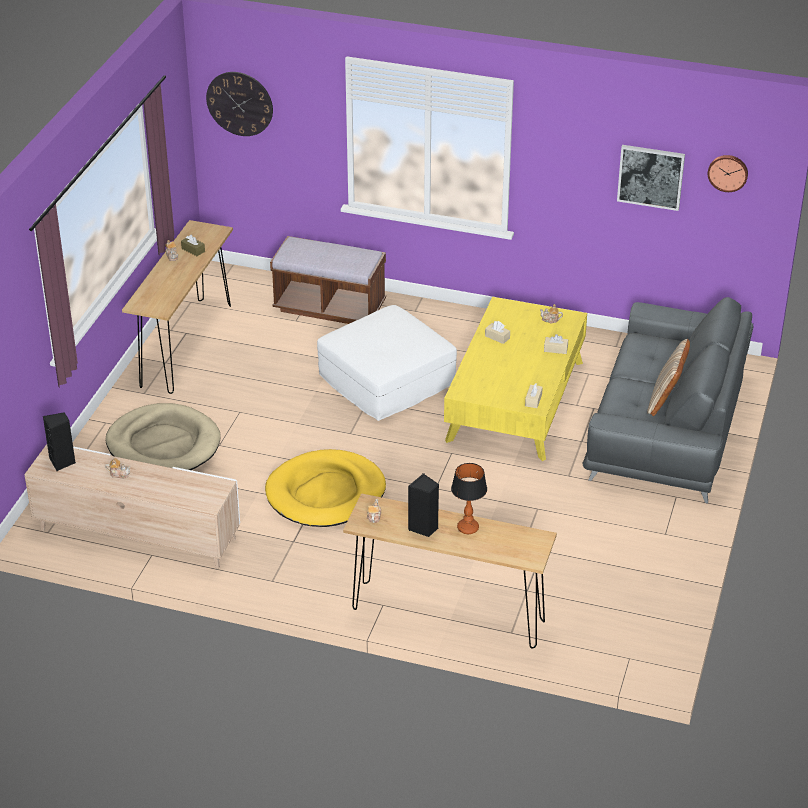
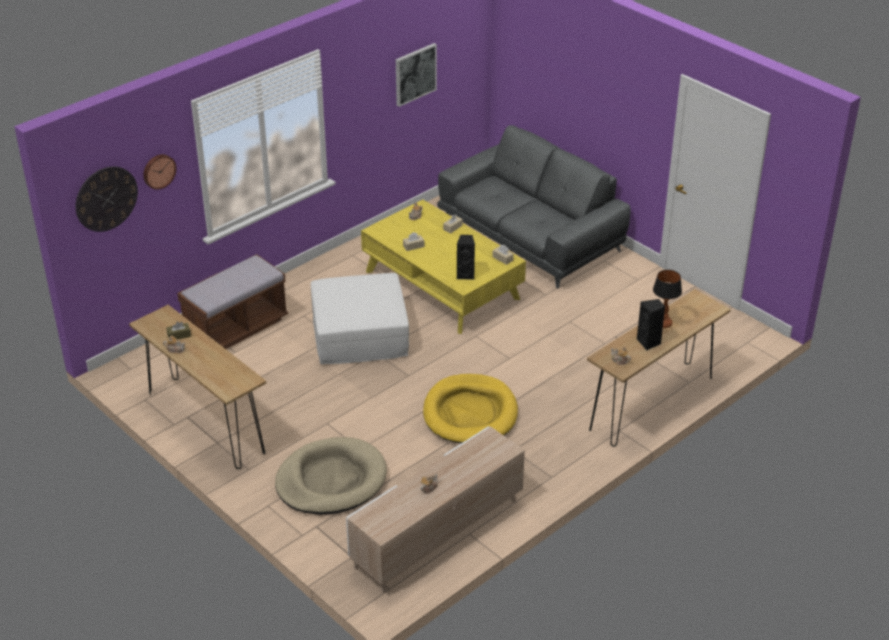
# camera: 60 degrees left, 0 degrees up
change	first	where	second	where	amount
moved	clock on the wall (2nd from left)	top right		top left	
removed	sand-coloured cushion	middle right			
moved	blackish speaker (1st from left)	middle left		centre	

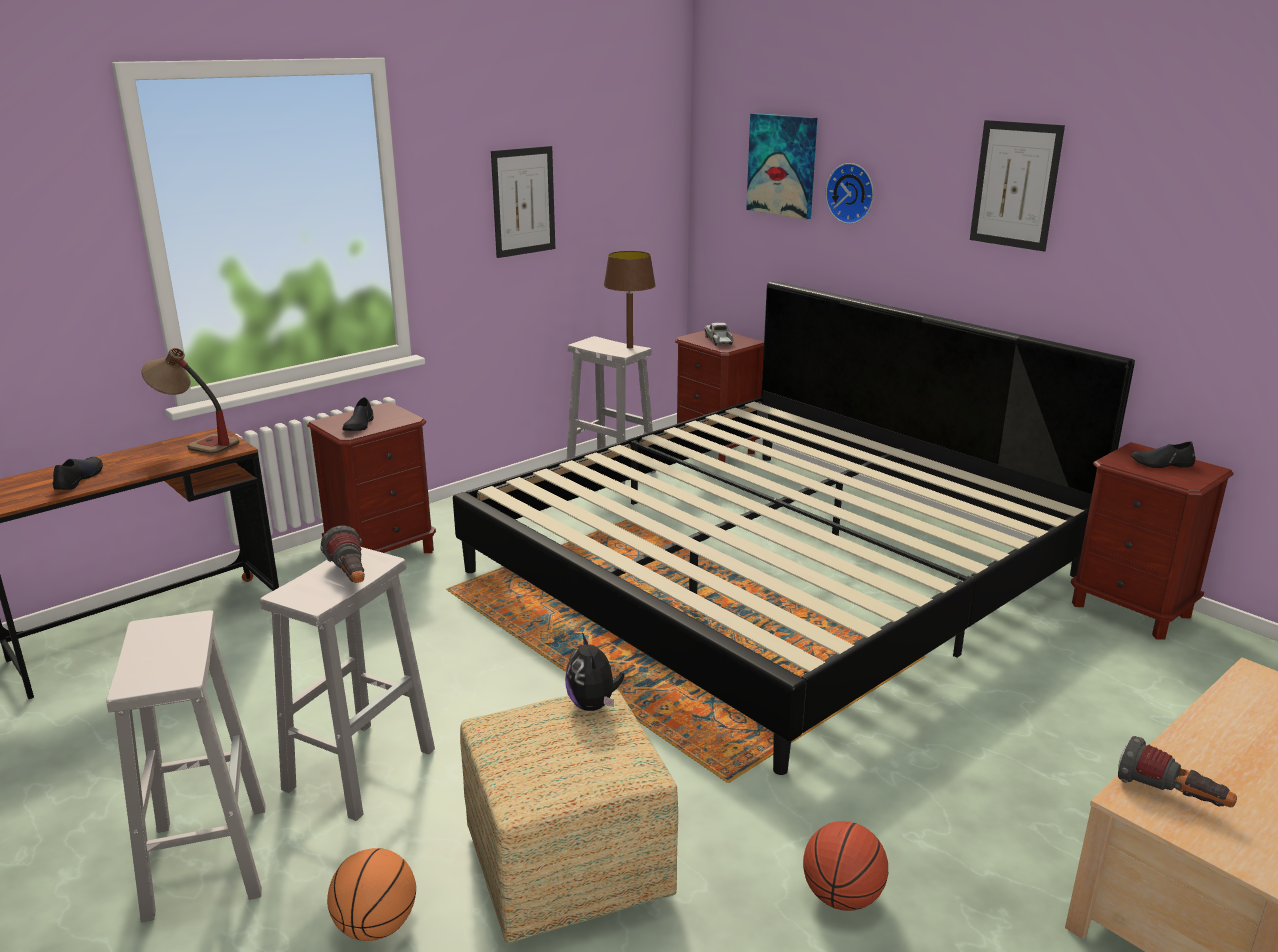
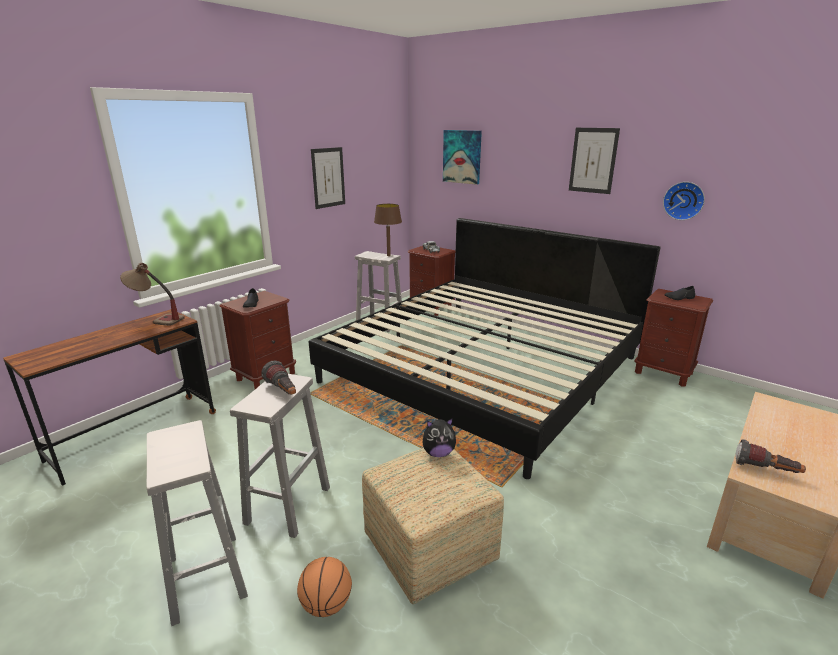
# camera: 10 degrees left, 0 degrees up
change	first	where	second	where	amount
moved	clock on the wall	top centre		top right	
removed	blackish shoe (1st from left)	middle left			
turned	soft toy	bottom centre		bottom centre	75 degrees counterclockwise
removed	basketball ball (2nd from left)	bottom centre			

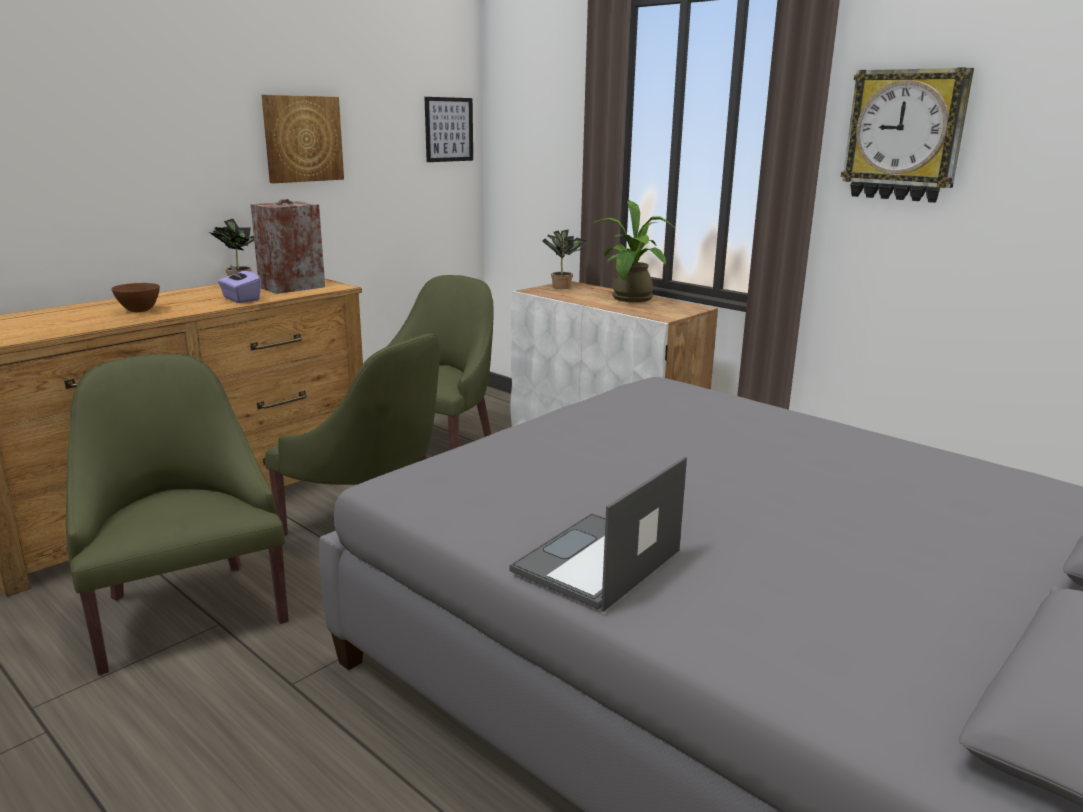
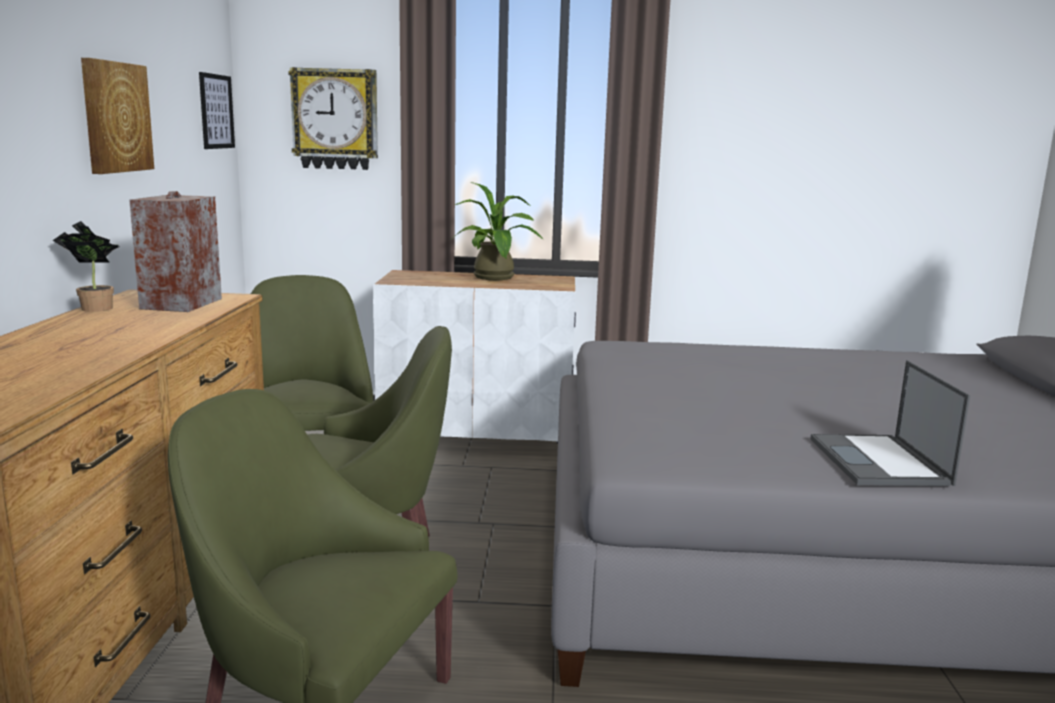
# camera: 40 degrees left, 5 degrees down
change	first	where	second	where	amount
moved	clock on the wall	top right		top left	
removed	plant in a pot (2nd from left)	top centre			
removed	purple tissue holder	middle left			
removed	brownish bowl	middle left			

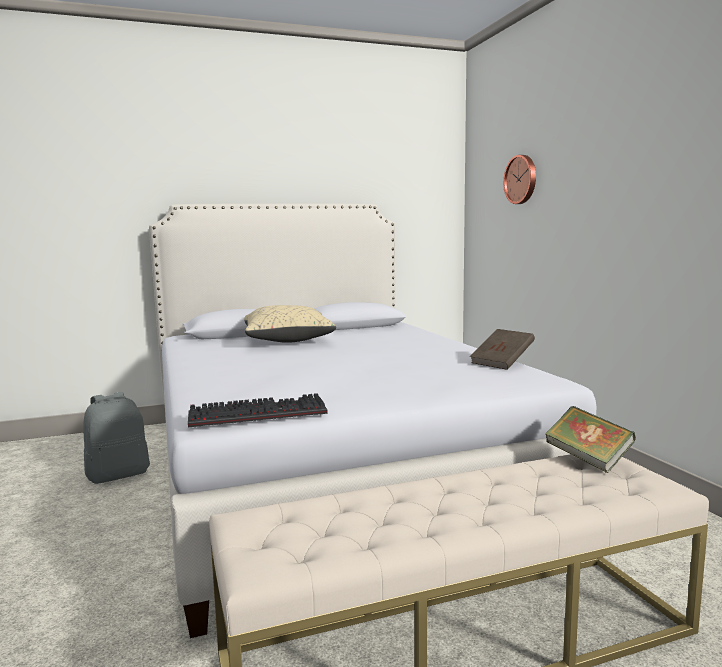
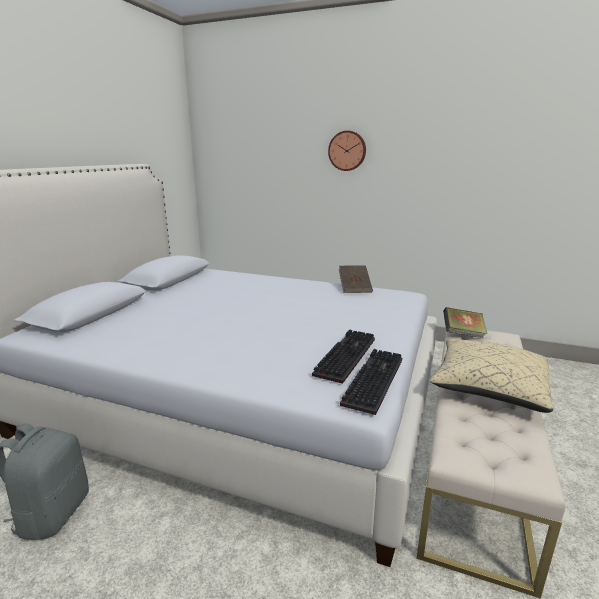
# camera: 50 degrees left, 10 degrees up
change	first	where	second	where	amount
moved	clock on the wall	top right		top centre	
moved	sand-coloured cushion	centre		middle right	
added			keyboard (1st from left)	centre	

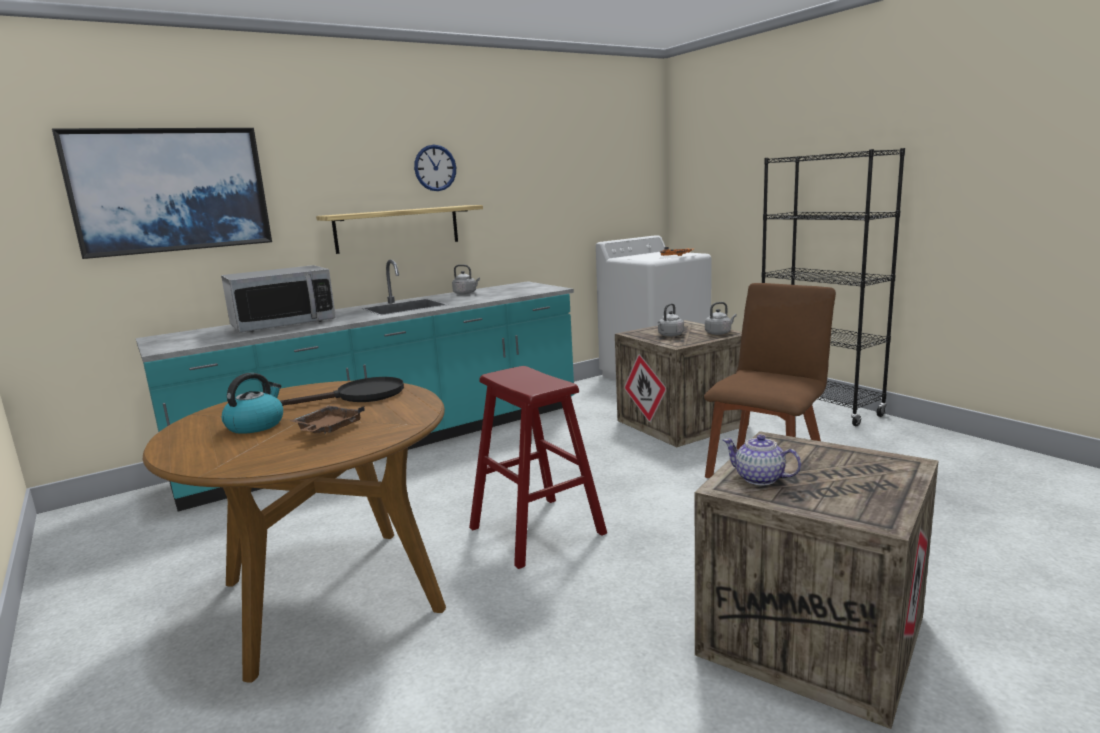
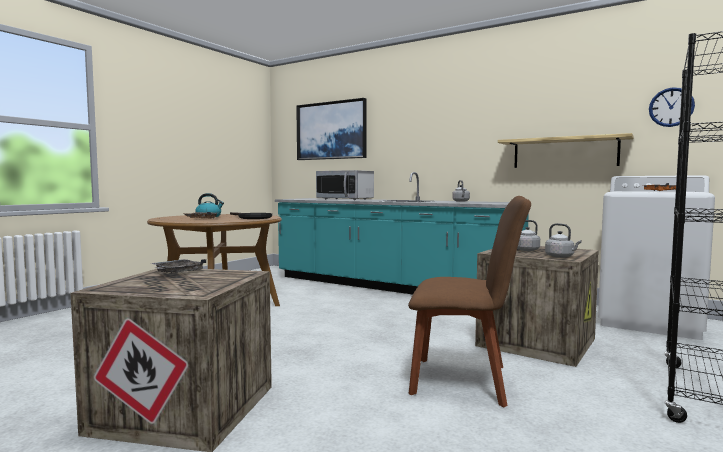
# camera: 65 degrees right, 10 degrees down
change	first	where	second	where	amount
moved	clock on the wall	top centre		top right	
moved	shelf	top centre		top right	
removed	red-coloured stool	centre			
replaced	pot for tea	middle right	greyish carrying tray	middle left	

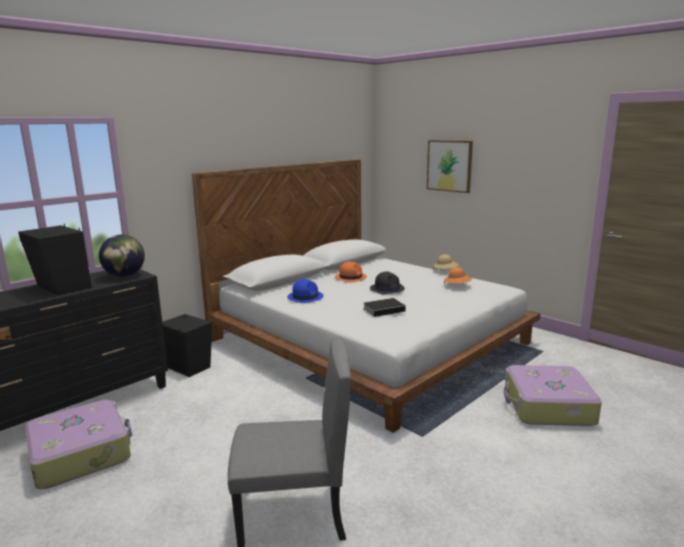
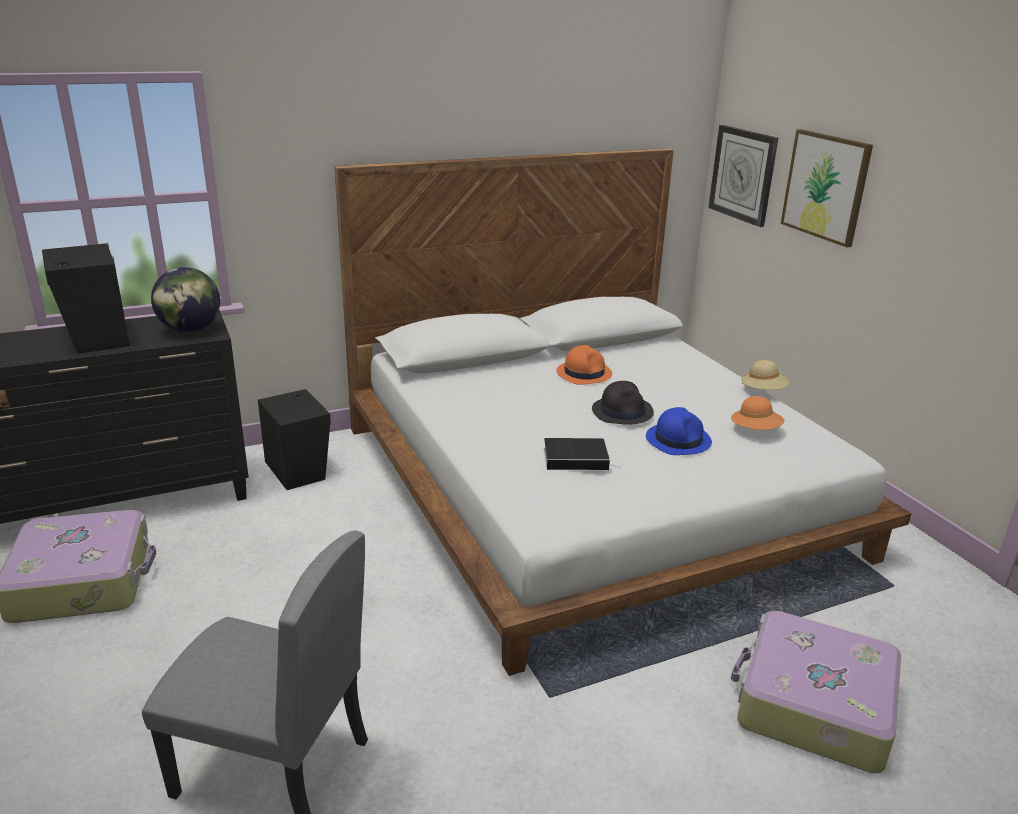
# camera: 20 degrees right, 10 degrees up
change	first	where	second	where	amount
moved	bluish wearable hat	centre		middle right	
added			clock on the wall	top right	

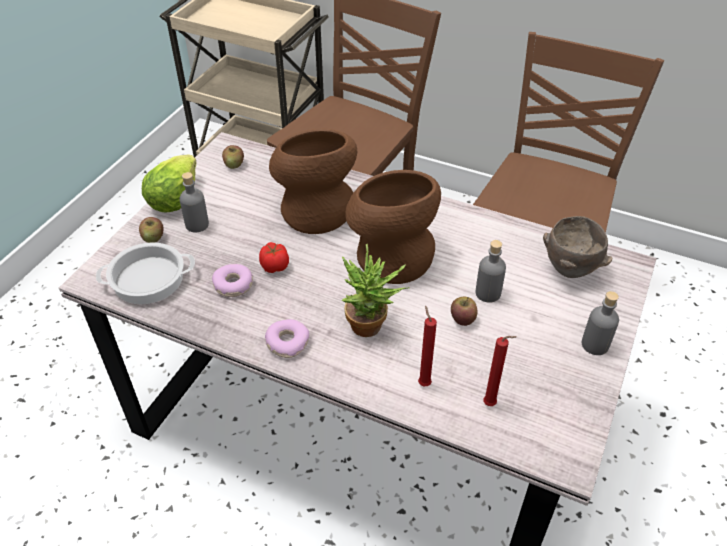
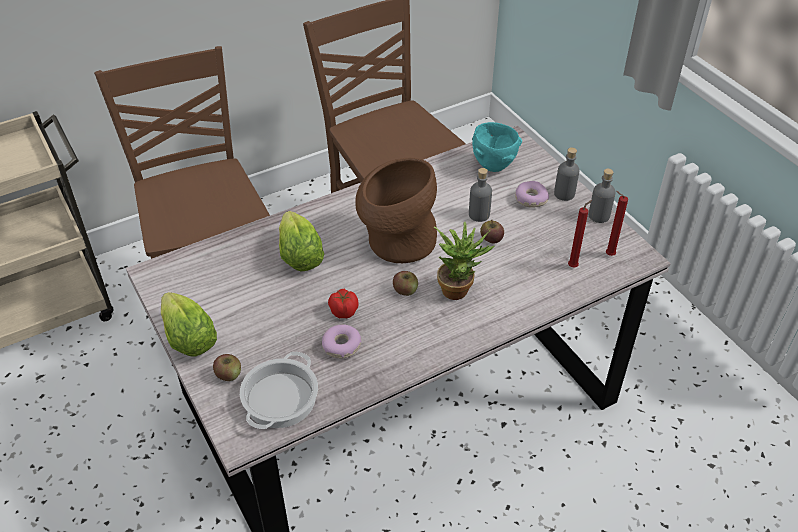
# camera: 55 degrees left, 0 degrees up
change	first	where	second	where	amount
replaced	brownish vase (1st from left)	top centre	lettuce (2nd from left)	centre	
moved	apple fruit (2nd from left)	top left		centre	
moved	greyish drink bottle (1st from left in the first image)	middle left	greyish drink bottle (3rd from left)	middle right	
recoloured	brownish bowl	middle right	turquoise bowl	top centre	
moved	red-coloured wax candle (1st from left in the first image)	centre	red-coloured wax candle (2nd from left)	middle right	
moved	donut (2nd from left)	centre		middle right	

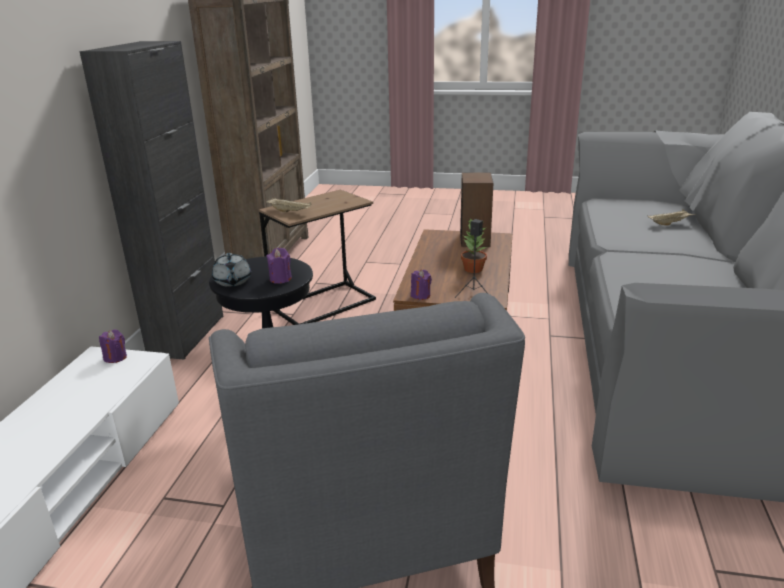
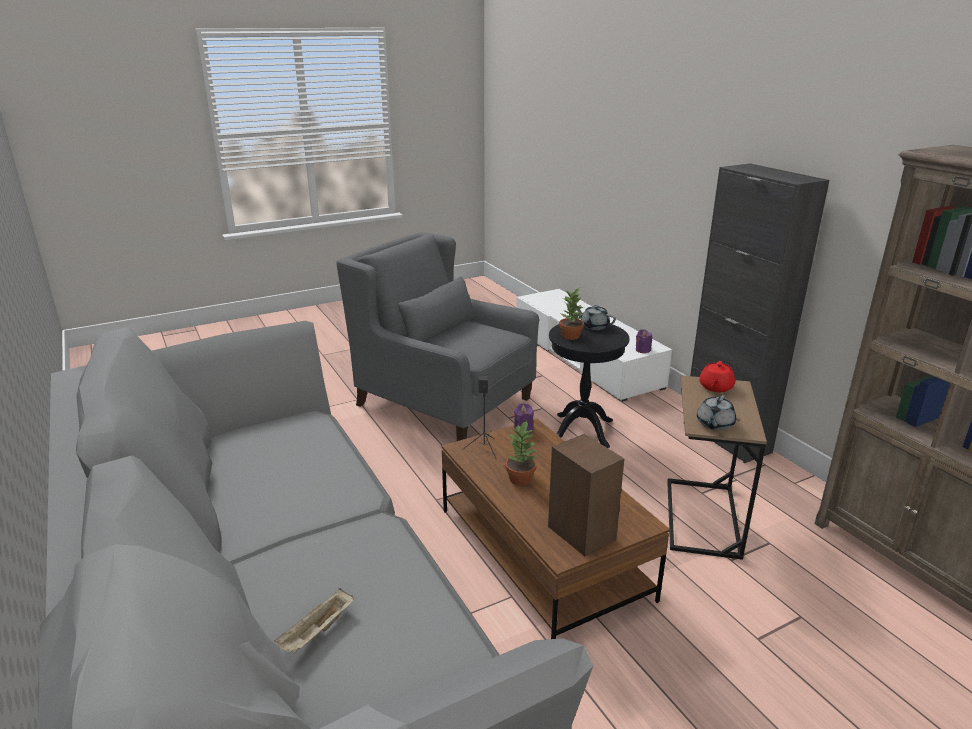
# camera: 140 degrees right, 0 degrees up
change	first	where	second	where	amount
replaced	sand-coloured carrying tray (1st from left)	centre	red-coloured pot for tea	middle right	
replaced	purple wax candle (2nd from left)	centre	plant in a pot (2nd from left)	centre	
added			greyish pot for tea (2nd from left)	middle right	

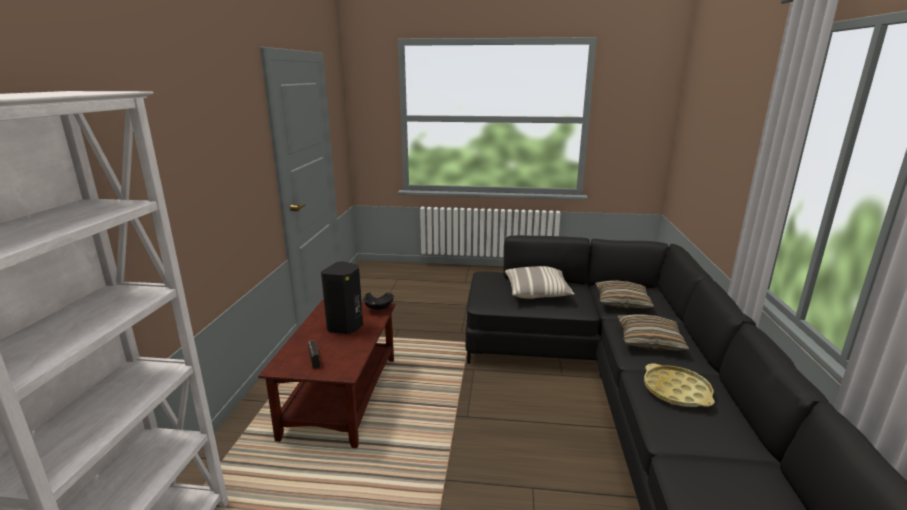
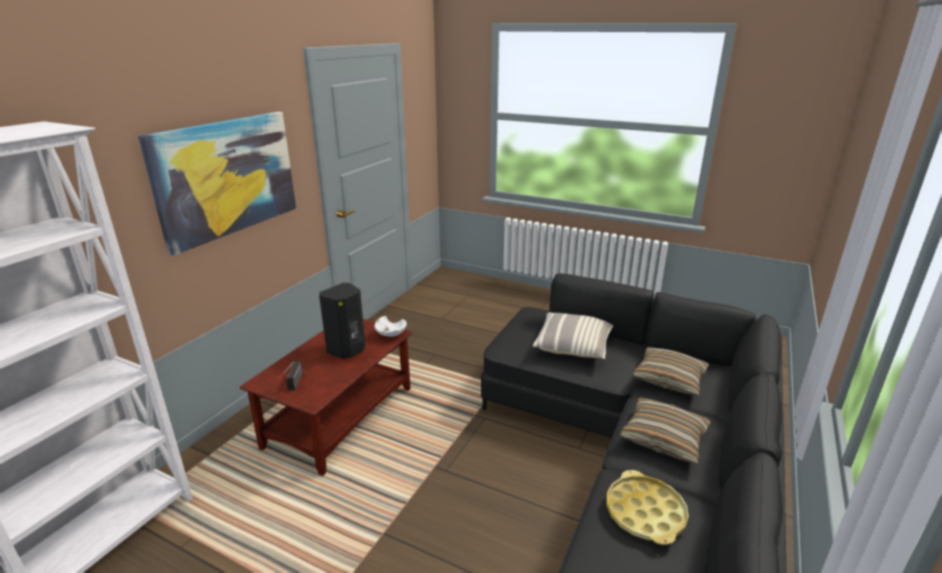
# camera: 20 degrees right, 5 degrees up
change	first	where	second	where	amount
recoloured	blackish bowl	centre	white bowl	centre	
added			wall art	top left	

